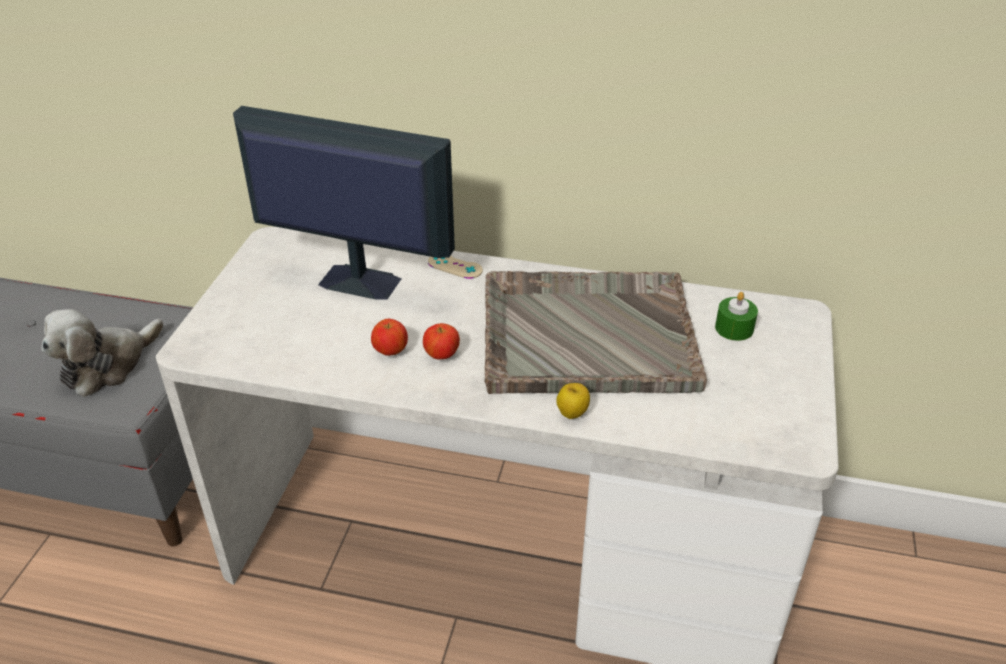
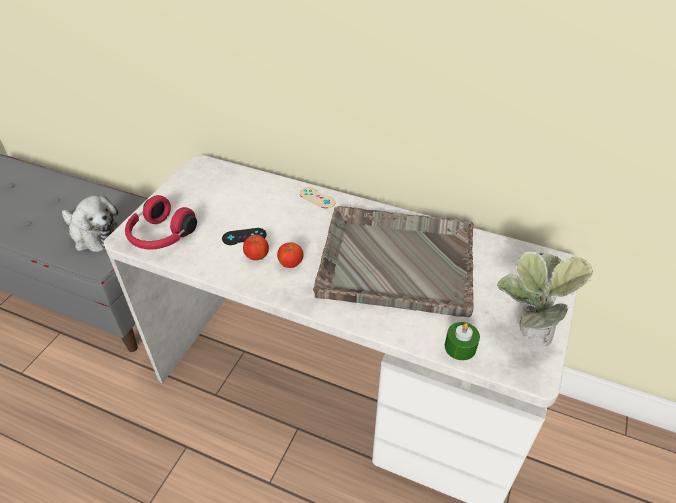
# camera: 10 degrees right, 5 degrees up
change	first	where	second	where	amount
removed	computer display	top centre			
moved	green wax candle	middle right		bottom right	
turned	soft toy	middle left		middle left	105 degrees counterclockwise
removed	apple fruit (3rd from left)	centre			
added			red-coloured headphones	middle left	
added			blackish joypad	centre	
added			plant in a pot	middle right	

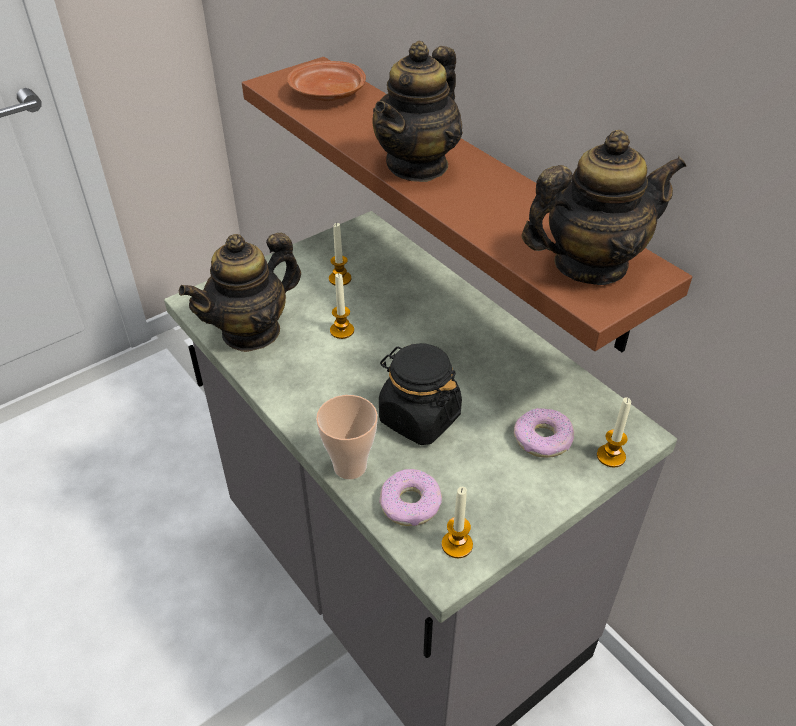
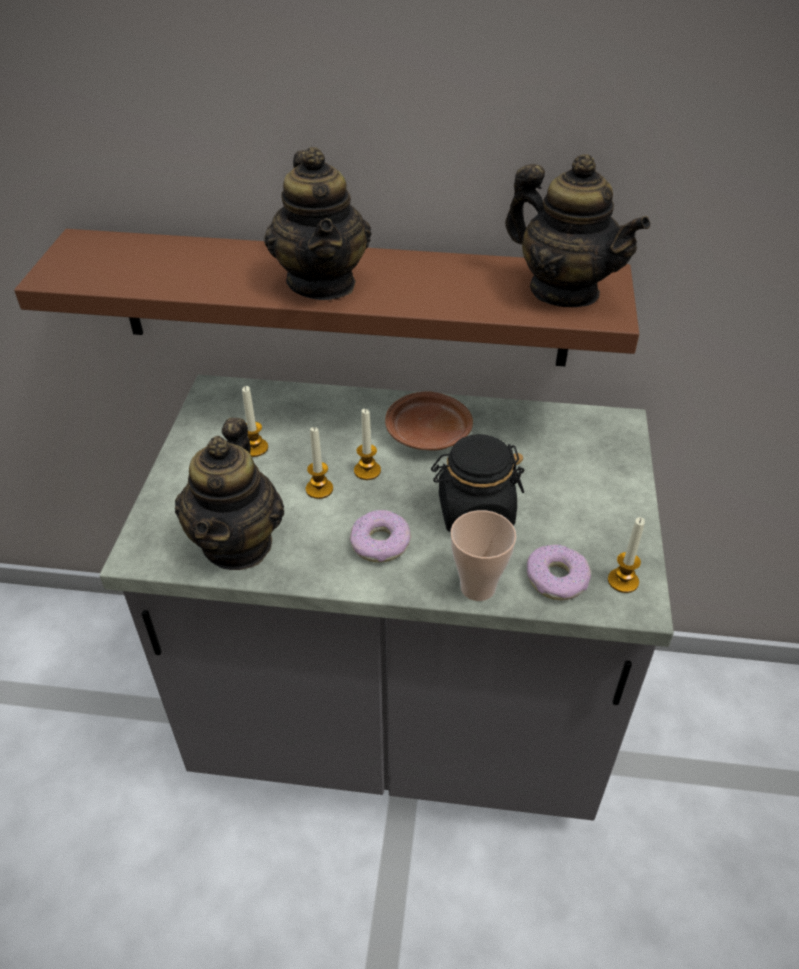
# camera: 45 degrees left, 0 degrees up
change	first	where	second	where	amount
moved	brownish flat dish	top centre		centre	
turned	pot for tea (3rd from left)	top right		top right	105 degrees clockwise
moved	wax candle (4th from left in the first image)	middle right	wax candle (3rd from left)	centre	
moved	donut (2nd from left in the first image)	middle right	donut (1st from left)	centre	

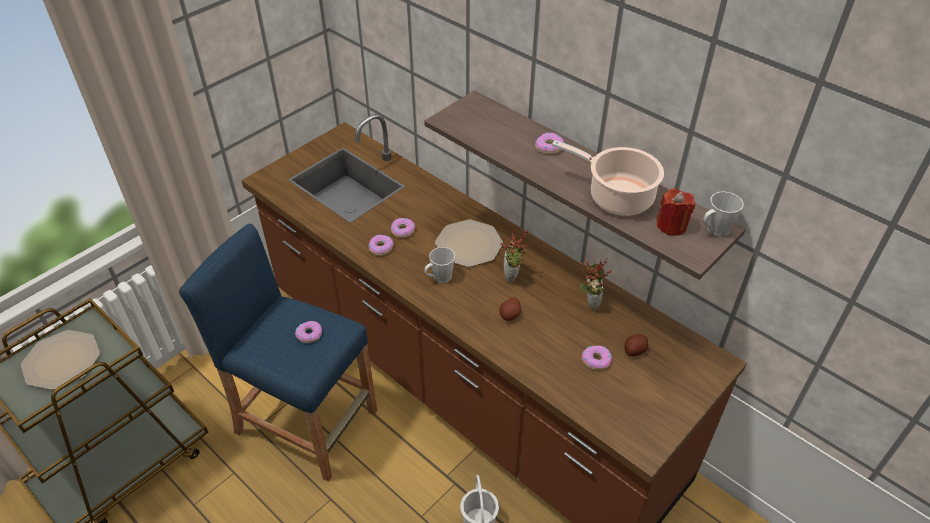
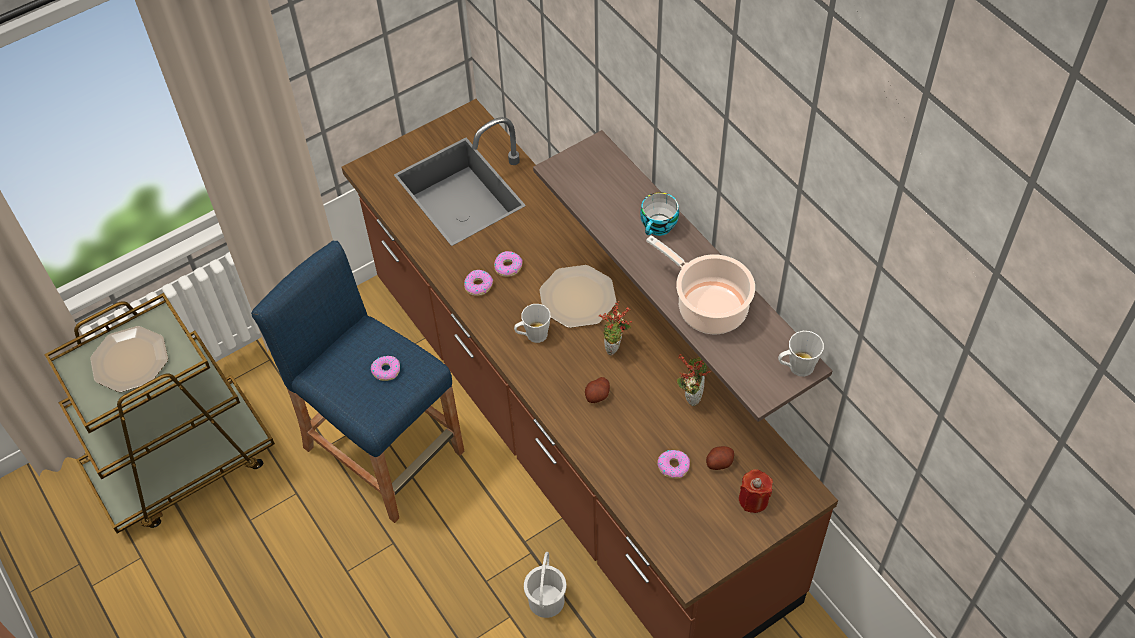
# camera: 15 degrees right, 10 degrees up
change	first	where	second	where	amount
replaced	donut (4th from left)	top centre	cup	centre	
moved	red-coloured wax candle	middle right		bottom centre	

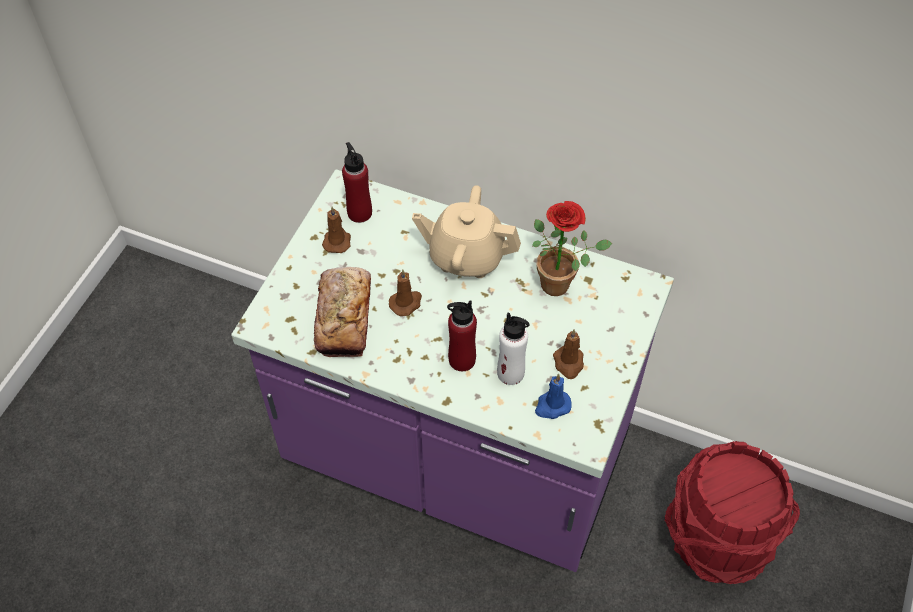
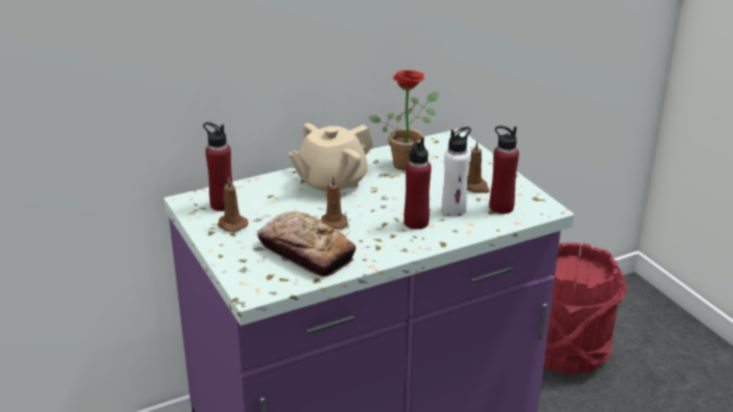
# camera: 50 degrees left, 25 degrees down
change	first	where	second	where	amount
replaced	bluish wax candle	centre	red-coloured drink bottle (3rd from left)	middle right	

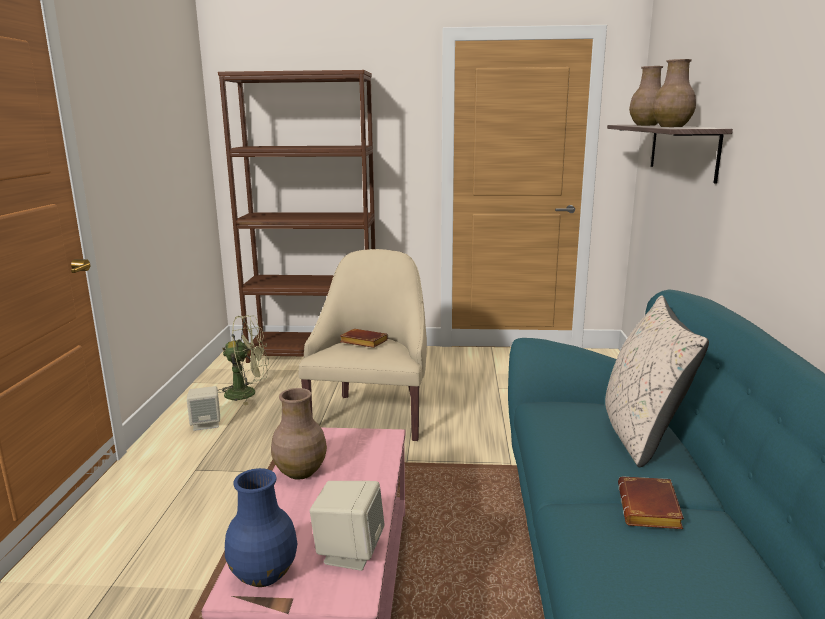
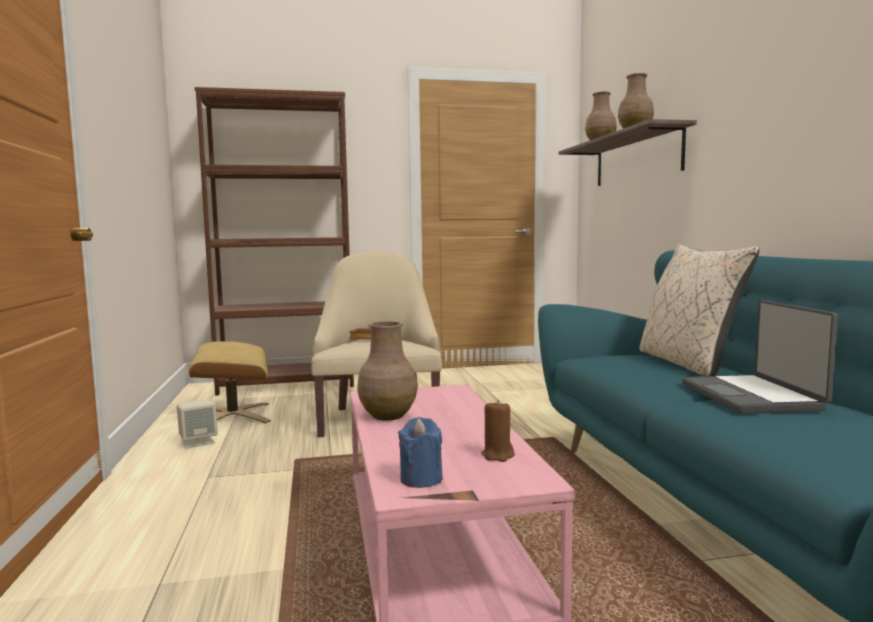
# camera: 15 degrees left, 10 degrees down
change	first	where	second	where	amount
replaced	green electric fan	middle left	sand-coloured pouffe	middle left	
replaced	bluish vase	bottom left	bluish wax candle	bottom centre	
replaced	brownish book (2nd from left)	bottom right	portable computer	middle right	
replaced	sand-coloured speaker (2nd from left)	bottom centre	brownish wax candle	bottom centre	

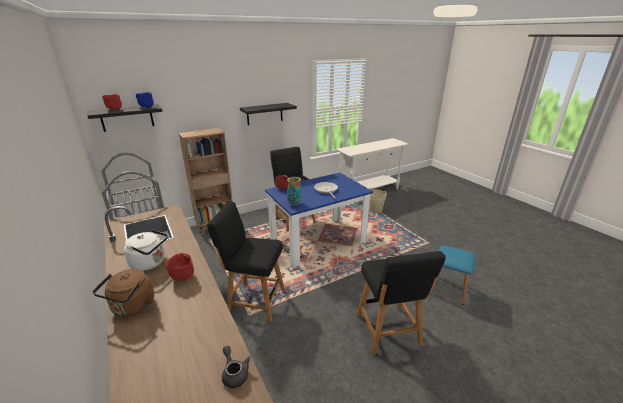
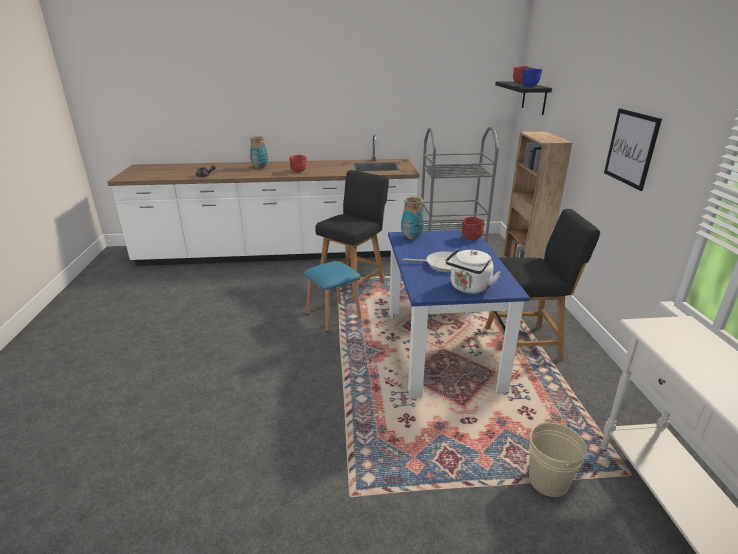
# camera: 115 degrees right, 0 degrees up
change	first	where	second	where	amount
replaced	blackish shelf (2nd from left)	top centre	wall art	top right	
moved	white kettle	middle left		centre	
moved	bluish stool	bottom right		centre	
removed	blackish plain chair (3rd from left)	bottom centre			
removed	brownish kettle	bottom left			
added			vase (1st from left)	top centre	

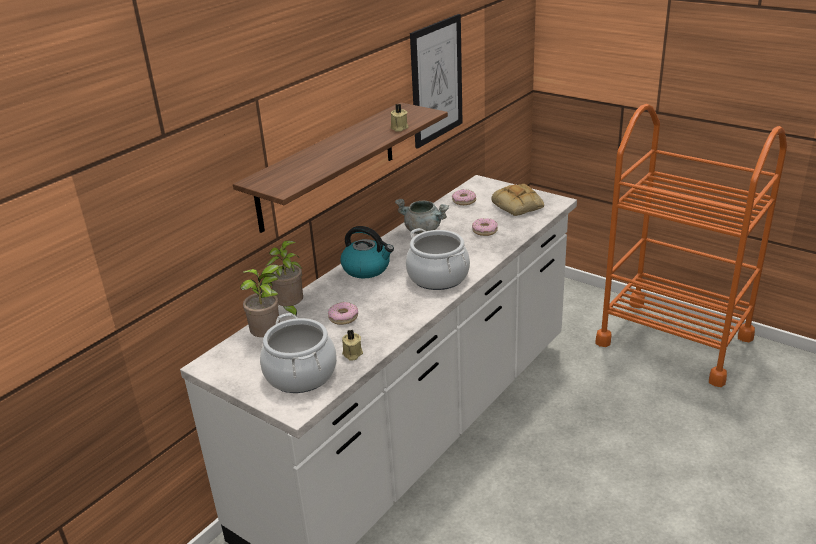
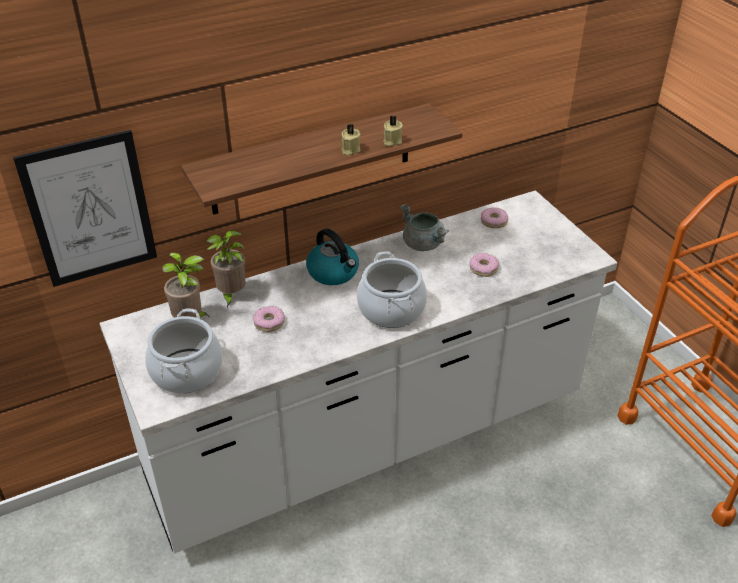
# camera: 25 degrees right, 10 degrees up
change	first	where	second	where	amount
moved	wall art	top centre		middle left	
removed	baked bread	centre			
moved	sand-coloured wax candle (1st from left)	centre		top centre	

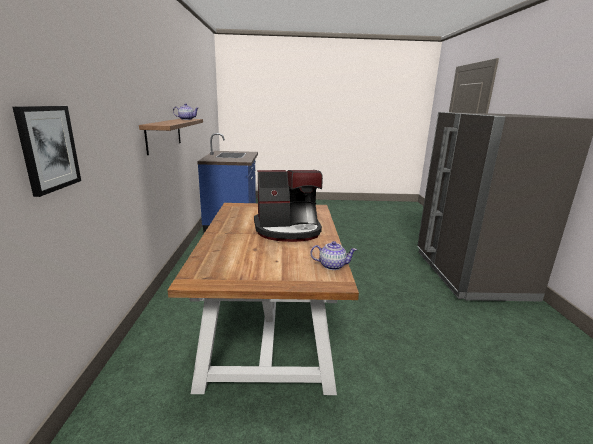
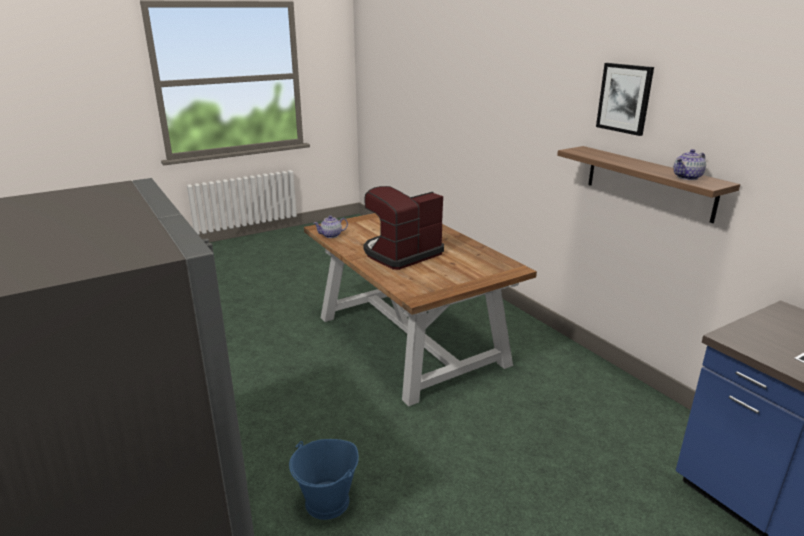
# camera: 150 degrees right, 5 degrees up
change	first	where	second	where	amount
moved	wall art	middle left		top right	
added			bluish pail	bottom centre	

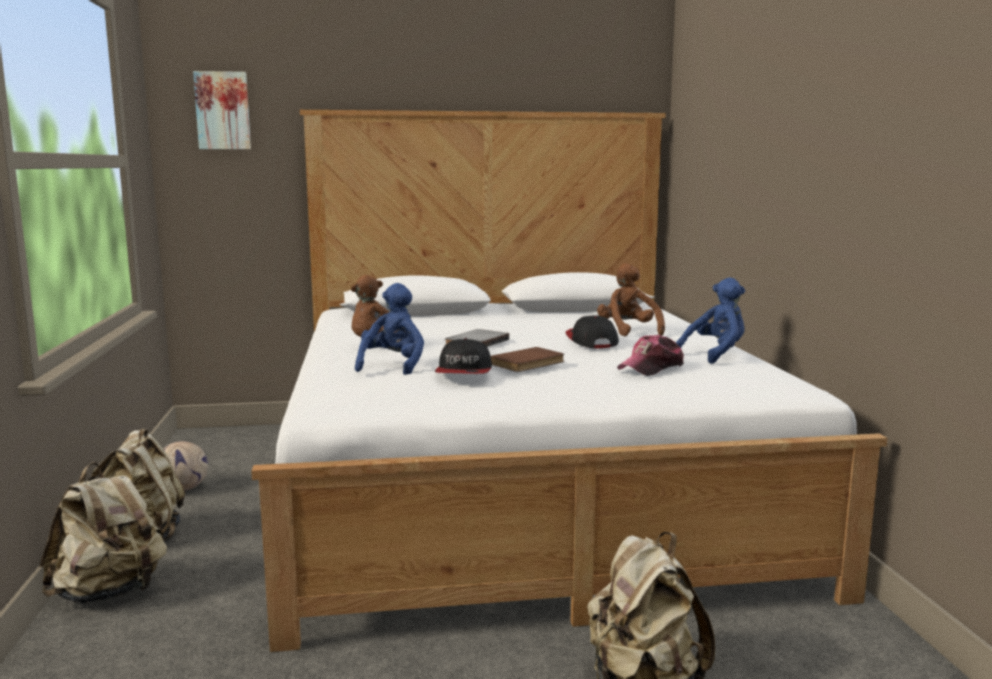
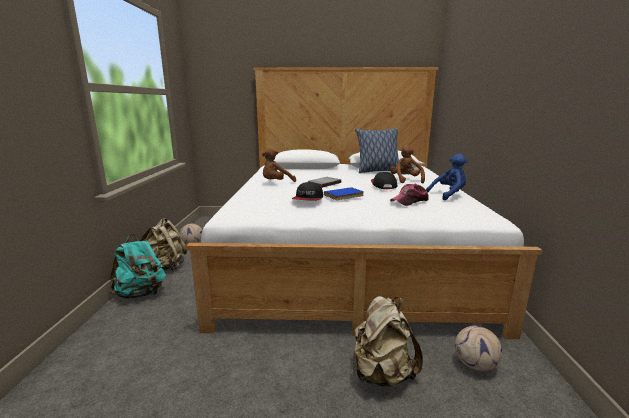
# camera: 10 degrees right, 5 degrees up
change	first	where	second	where	amount
removed	wall art	top left			
removed	bluish soft toy (1st from left)	centre			
recoloured	brownish book	centre	bluish book	centre	
recoloured	sand-coloured backpack (1st from left)	bottom left	turquoise backpack	middle left	
added			cushion	centre	
added			ball for football (2nd from left)	bottom right	

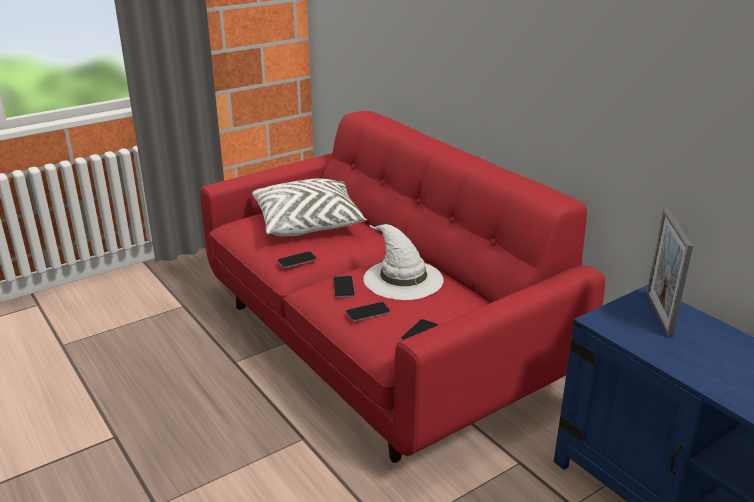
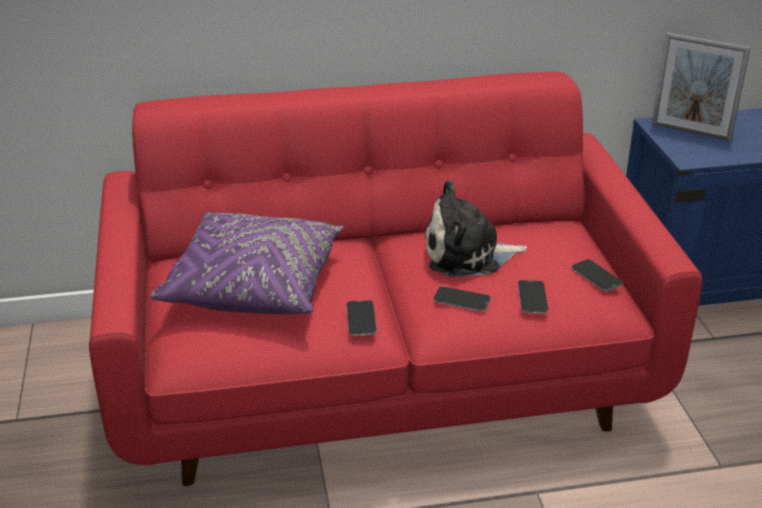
# camera: 65 degrees left, 5 degrees up
change	first	where	second	where	amount
recoloured	white cushion	centre	purple cushion	middle left	
replaced	white wearable hat	centre	soft toy	centre	

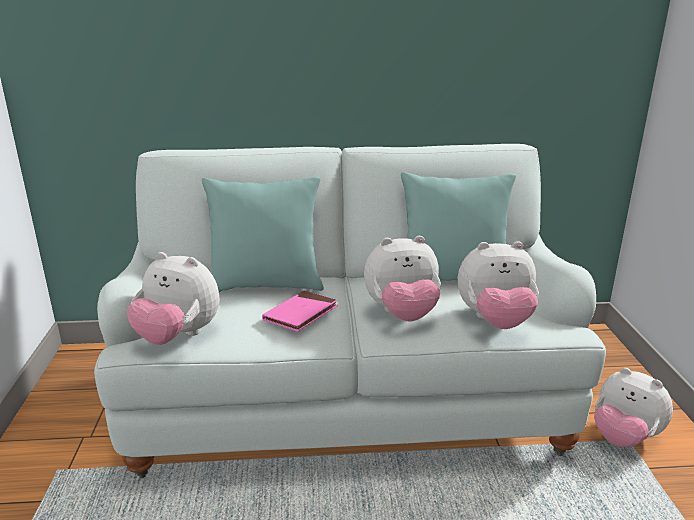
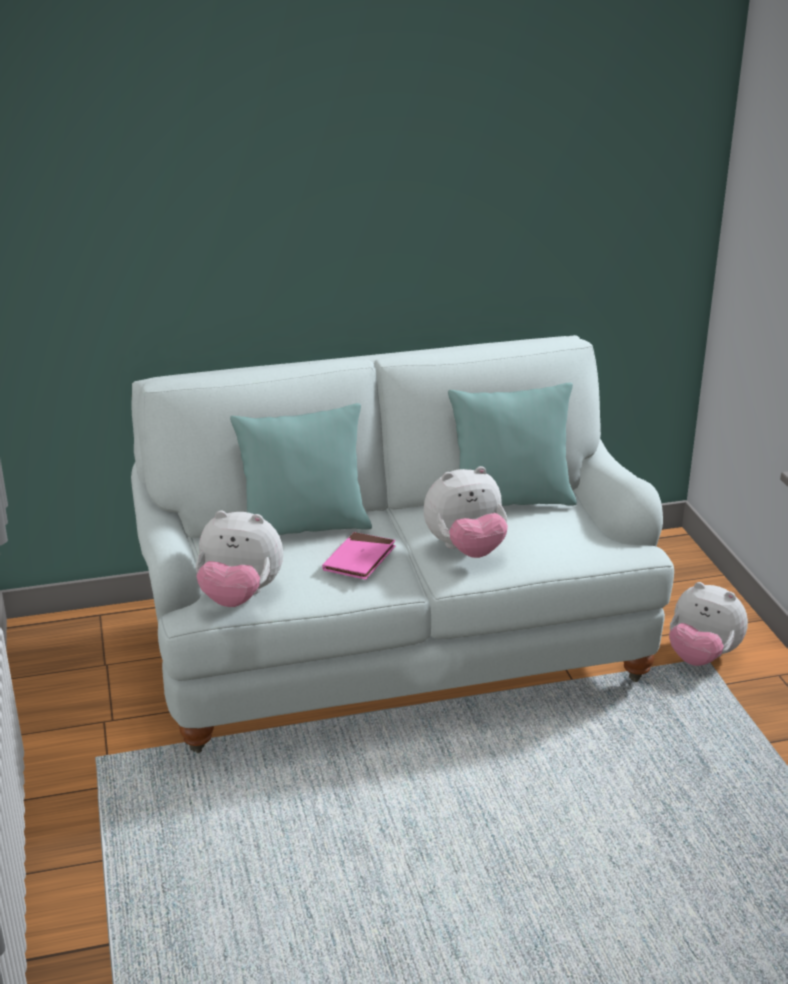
# camera: 10 degrees left, 5 degrees up
change	first	where	second	where	amount
removed	soft toy (3rd from left)	middle right			

